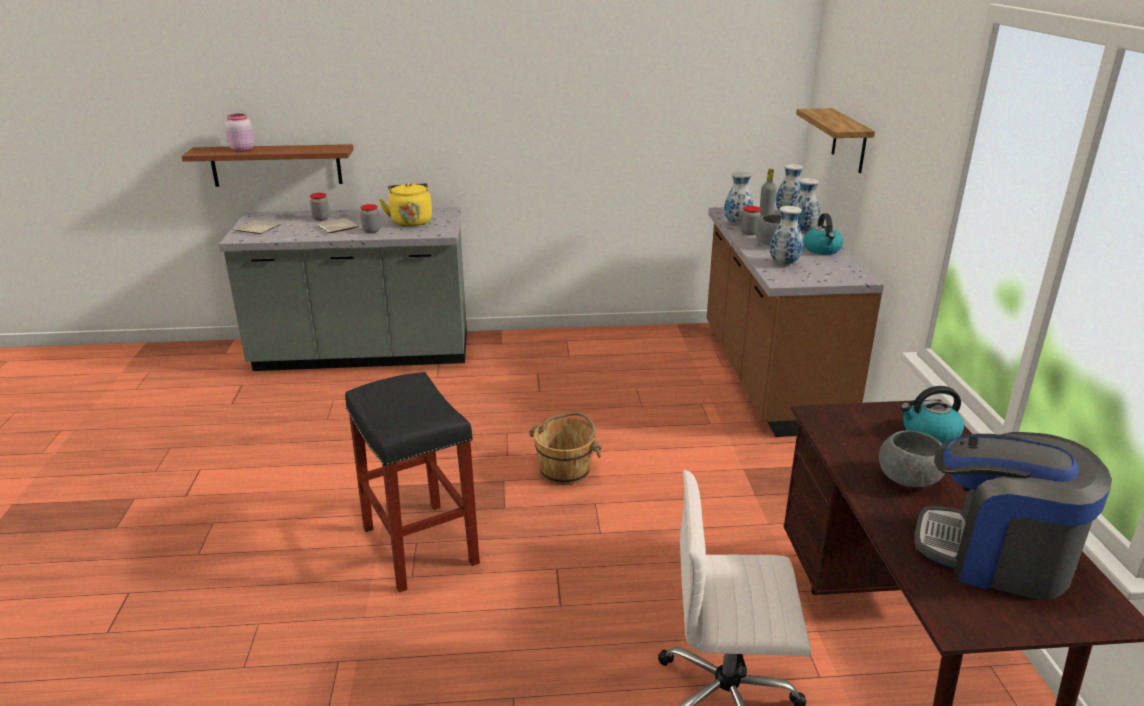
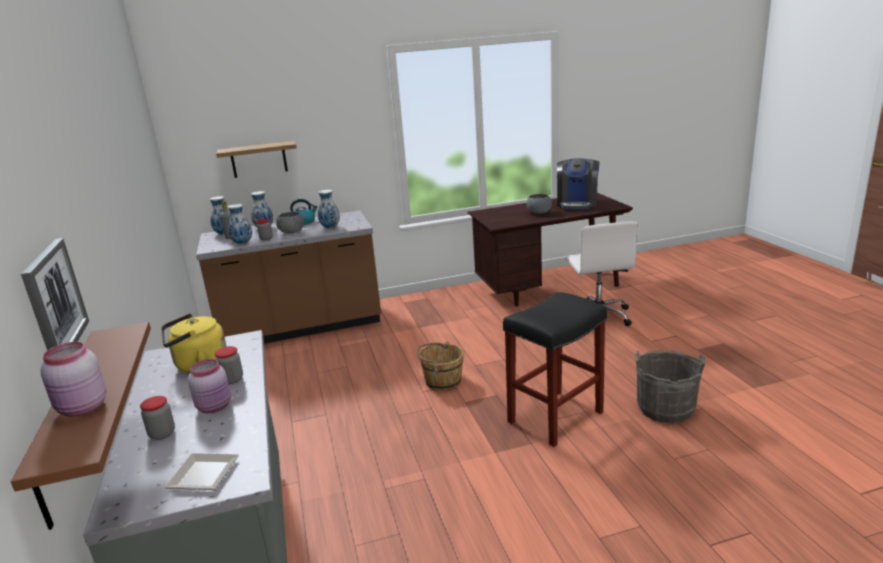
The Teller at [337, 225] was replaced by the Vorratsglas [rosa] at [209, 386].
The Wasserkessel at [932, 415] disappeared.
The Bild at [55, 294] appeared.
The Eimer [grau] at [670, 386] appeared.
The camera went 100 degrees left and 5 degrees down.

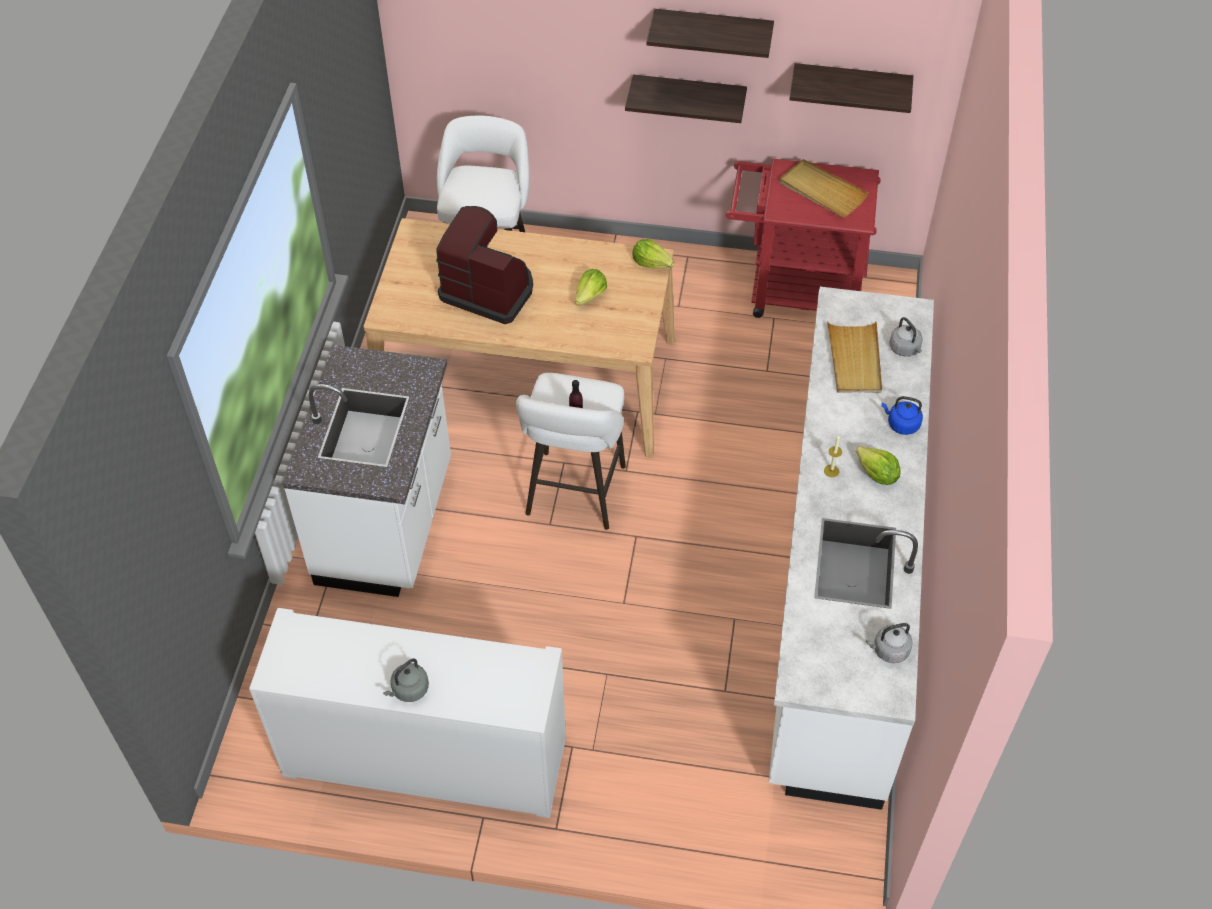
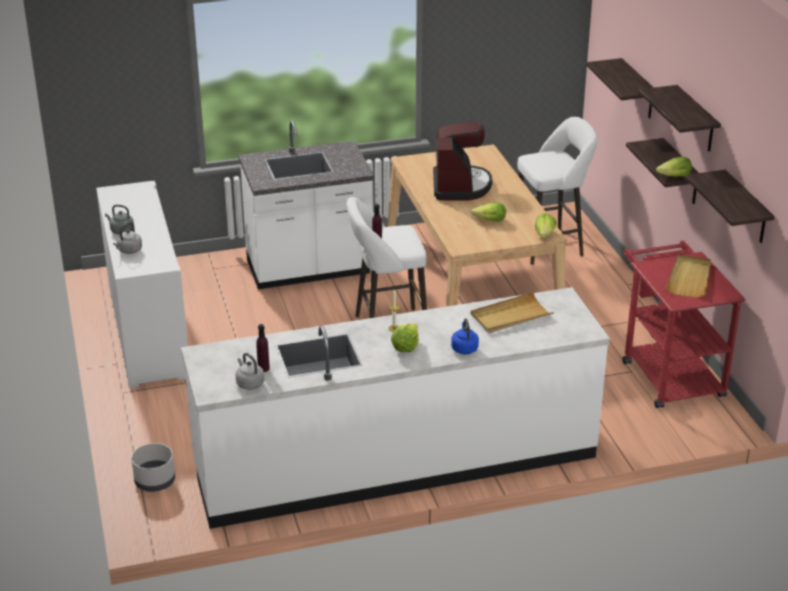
The Wasserkessel [grau] moved from [906, 337] to [127, 238].
The Wandregal at [620, 88] appeared.
The Salatkopf at [674, 167] appeared.
The Flasche [lila] at [263, 348] appeared.
The Pflanzkübel [grau] at [153, 467] appeared.
The camera went 65 degrees right and 20 degrees down.

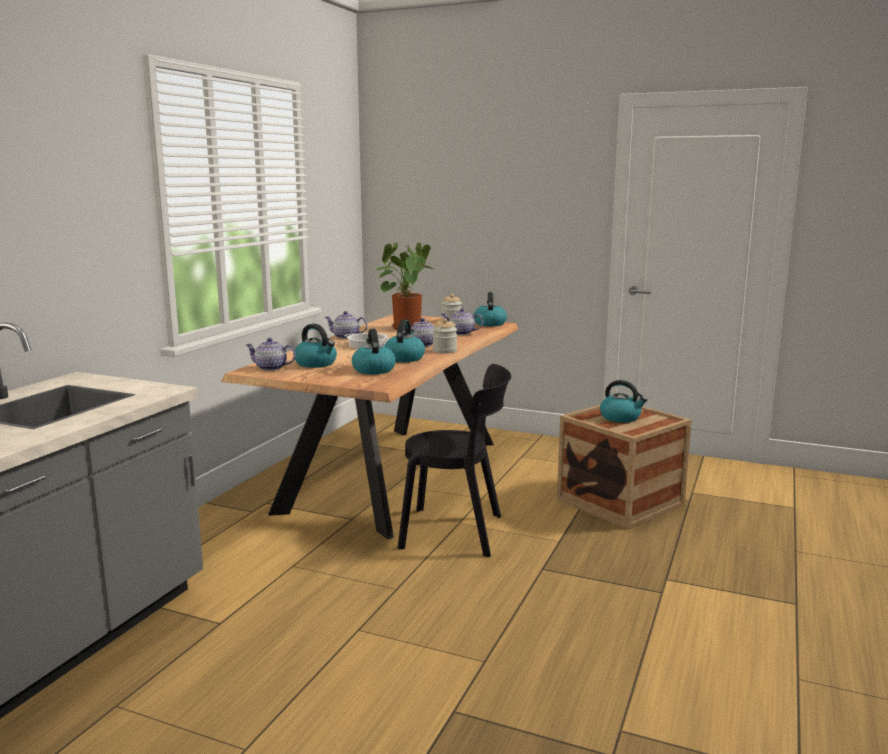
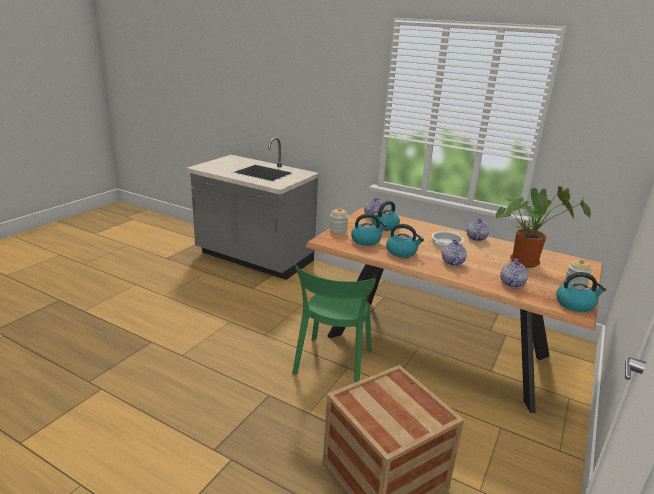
The Vorratsglas moved from [445, 335] to [338, 221].
The Stuhl [schwarz] at [454, 460] became the Stuhl [grün] at [334, 323].
The Wasserkessel at [624, 401] disappeared.
The camera went 95 degrees right and 10 degrees up.

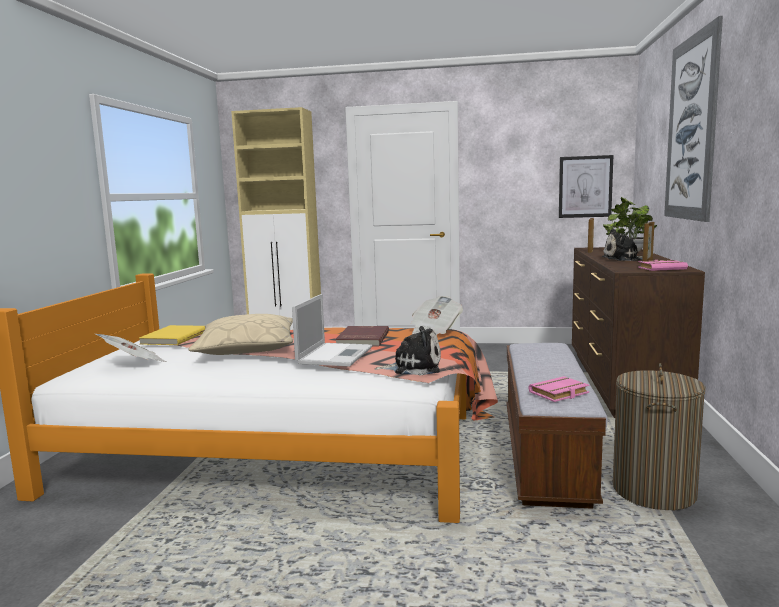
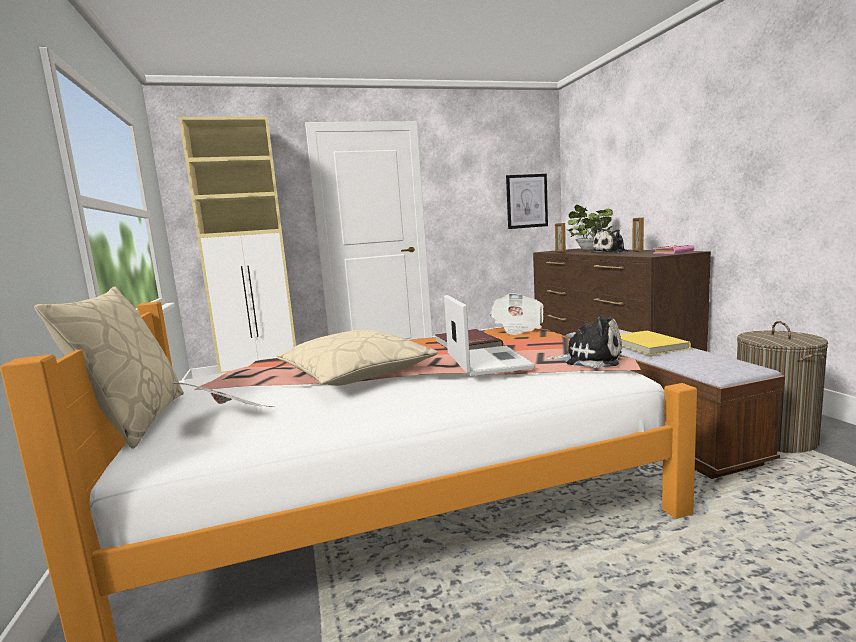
The Bild at [693, 119] disappeared.
The Buch [gelb] moved from [172, 335] to [655, 343].
The Plüschtier at [408, 351] turned 45 degrees clockwise.
The Buch [rosa] at [559, 389] disappeared.
The Kissen [beige] at [109, 368] appeared.
The camera went 25 degrees left and 0 degrees up.

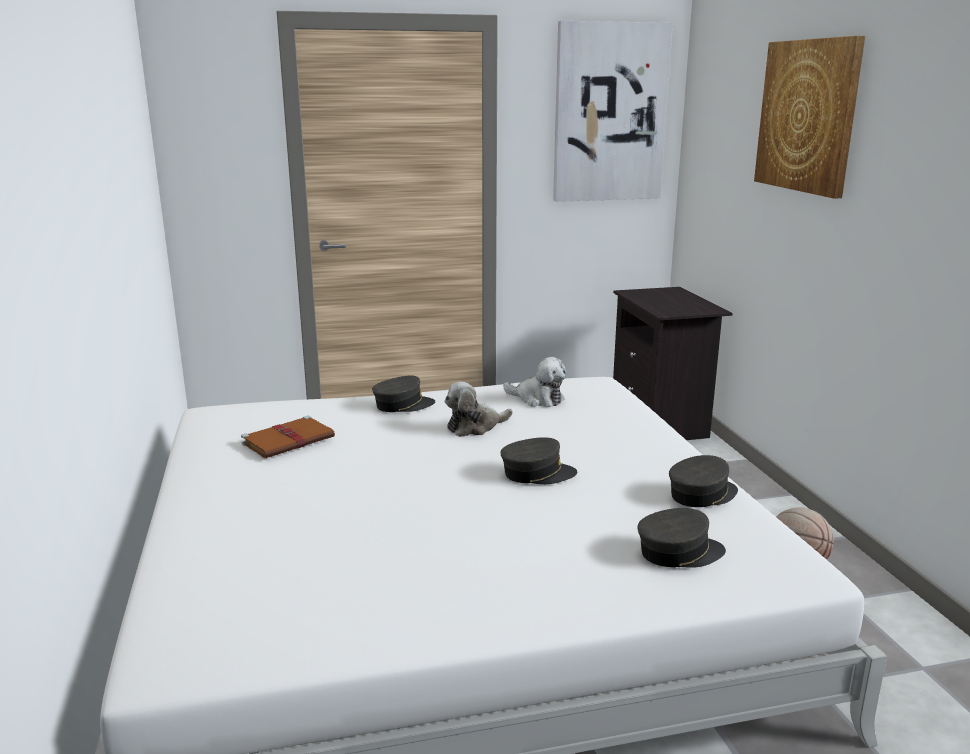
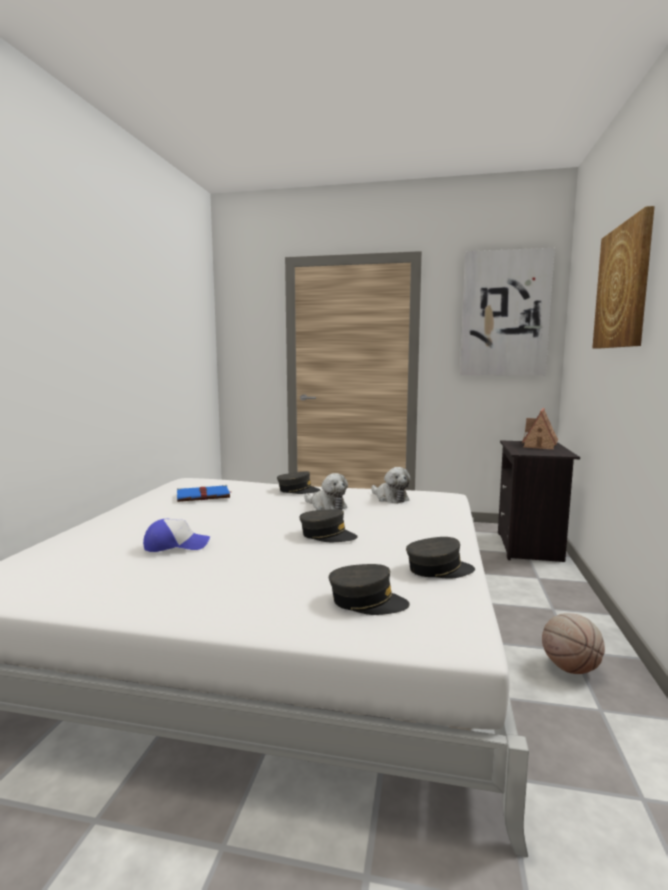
The Plüschtier at [478, 409] turned 135 degrees counterclockwise.
The Buch [braun] at [288, 437] became the Buch [blau] at [204, 493].
The Spielzeughaus at [540, 429] appeared.
The Kappe at [176, 535] appeared.
The camera went 25 degrees right and 10 degrees down.

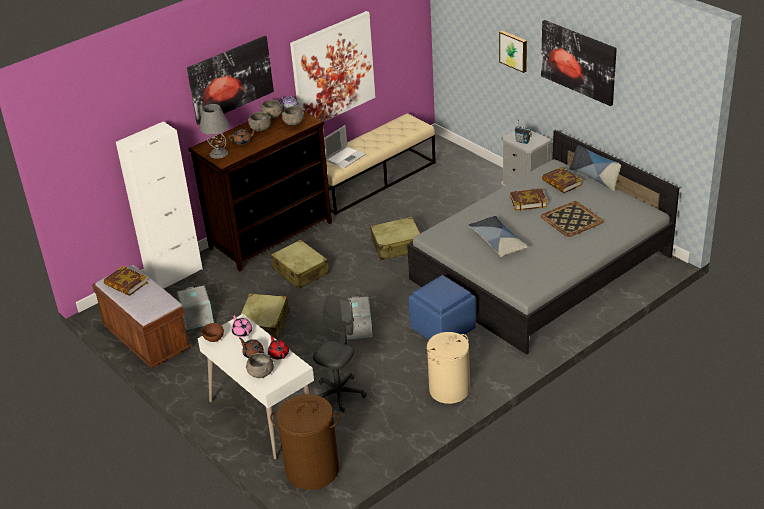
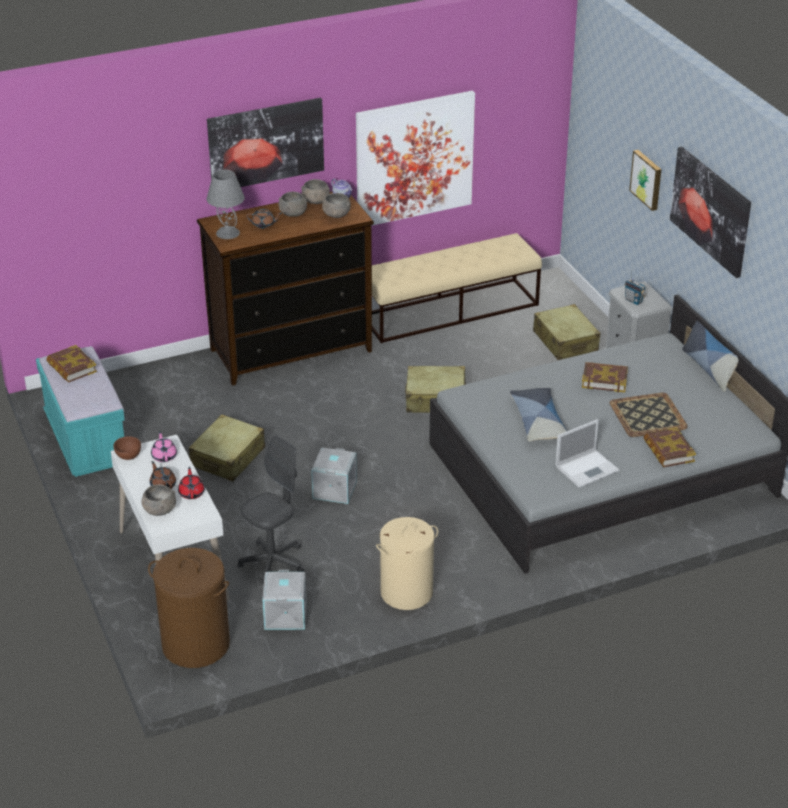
The Schrank [weiß] at [159, 205] disappeared.
The Laptop moved from [345, 147] to [587, 453].
The Buch moved from [562, 180] to [669, 447].
The Koffer [beige] moved from [300, 264] to [566, 332].
The Bank [braun] at [141, 316] became the Bank [türkis] at [80, 411].
The Polsterhocker [blau] at [442, 307] disappeared.
The Aufbewahrungsbox [grau] moved from [195, 307] to [284, 600].
The camera went 15 degrees right and 0 degrees up.

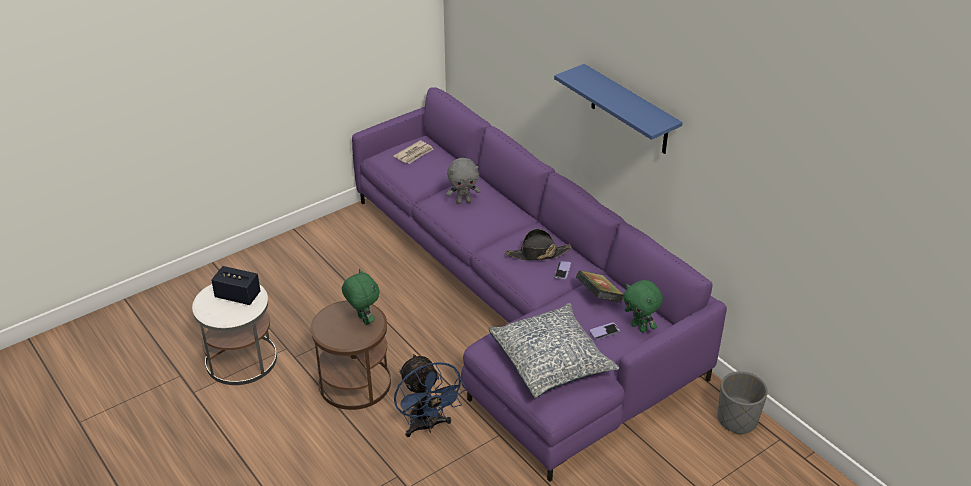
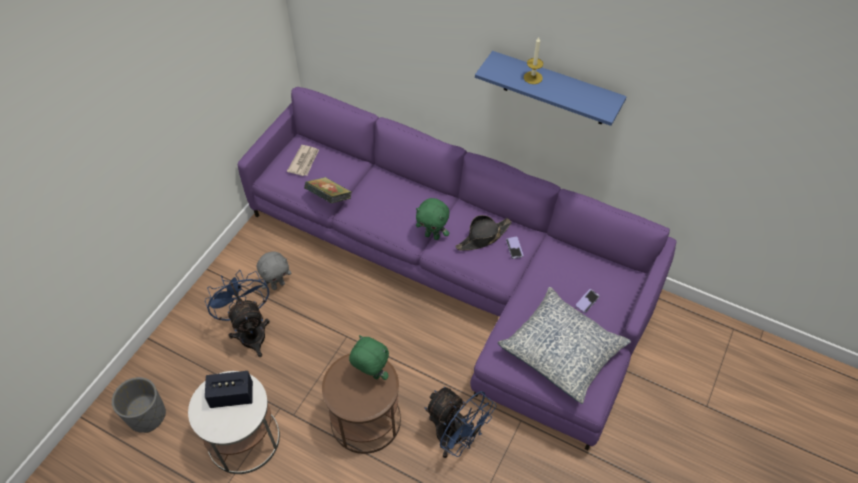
The Plüschtier [grau] moved from [463, 181] to [274, 270].
The Buch moved from [600, 286] to [328, 190].
The Plüschtier [grün] moved from [643, 306] to [432, 219].
The Pflanzkübel [grau] moved from [743, 403] to [139, 405].
The Kerze at [533, 60] appeared.
The Ventilator [blau] at [237, 313] appeared.
The camera went 25 degrees left and 15 degrees up.

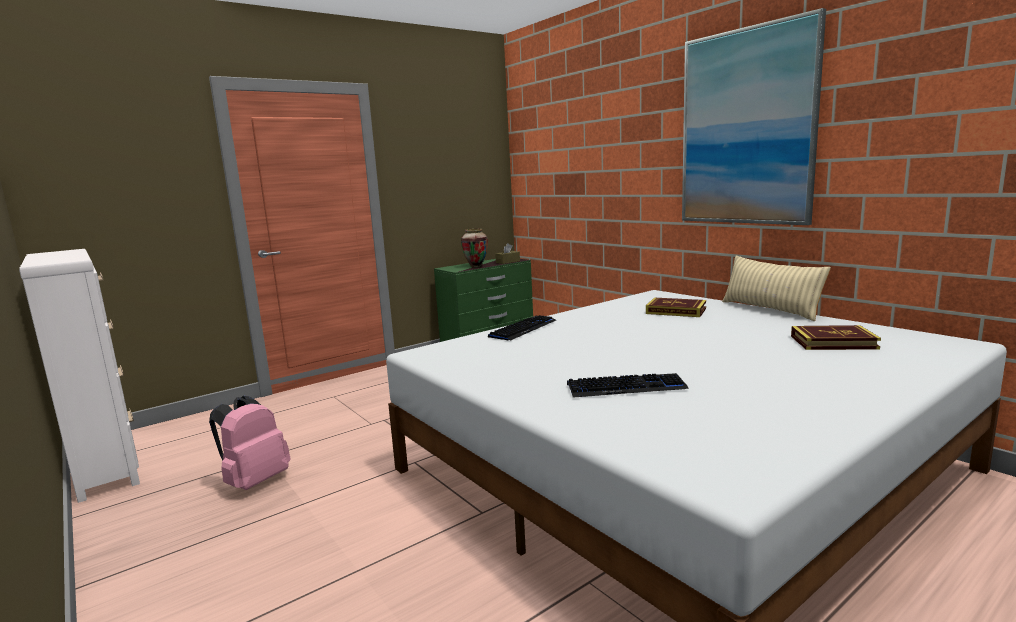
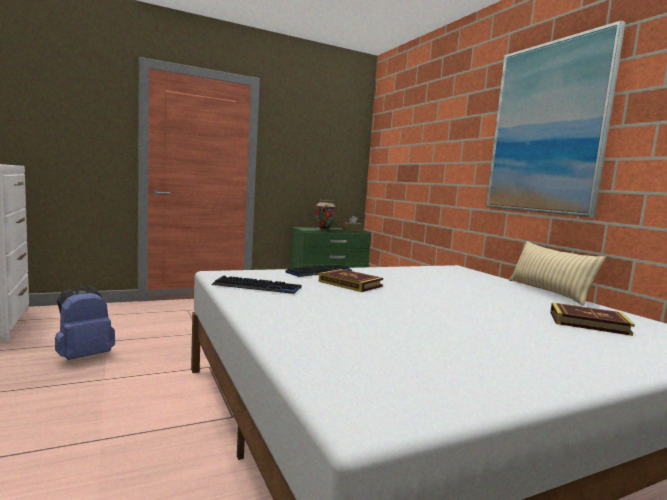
The Buch moved from [676, 307] to [351, 280].
The Tastatur moved from [628, 385] to [256, 285].
The Rucksack [rosa] at [249, 443] became the Rucksack [blau] at [85, 323].
The camera went 10 degrees right and 5 degrees down.

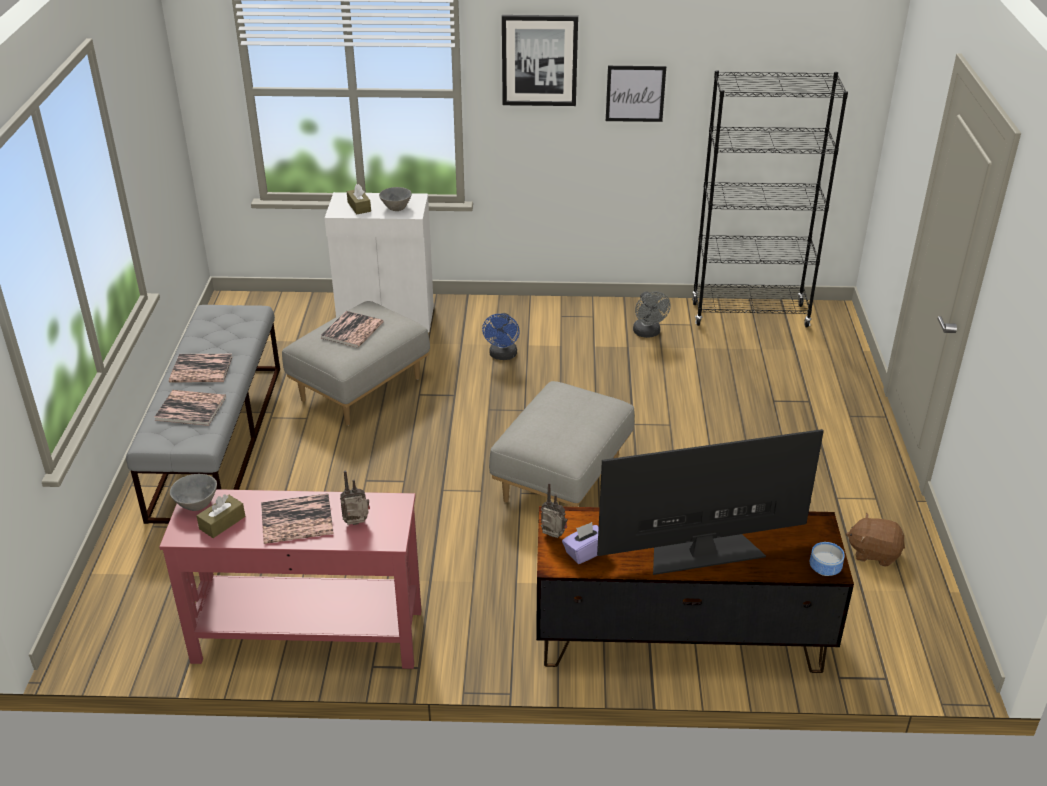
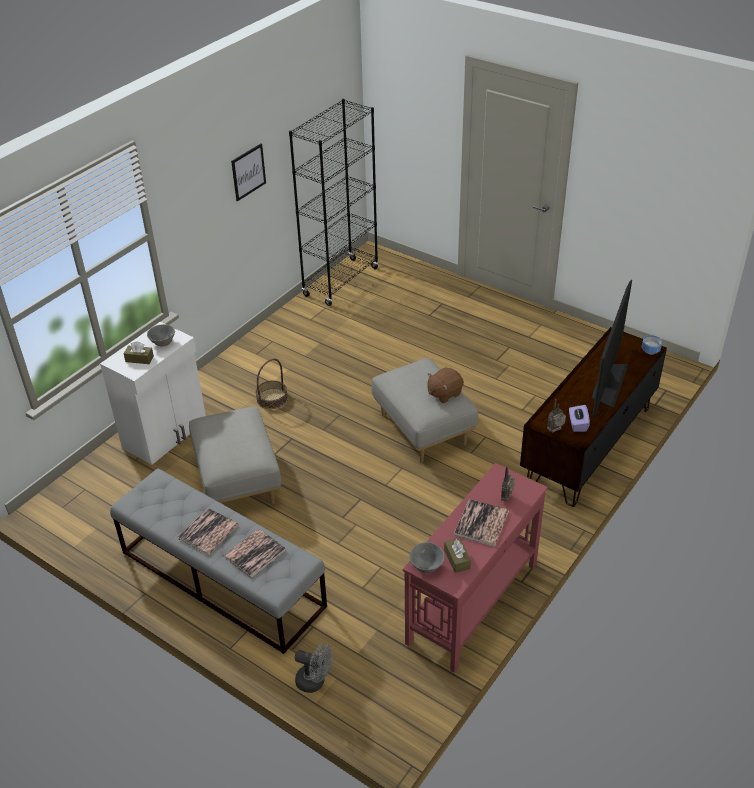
The Bild at [540, 60] disappeared.
The Ventilator [grau] moved from [652, 314] to [313, 668].
The Buch at [352, 329] disappeared.
The Ventilator [blau] at [501, 336] was replaced by the Korb at [272, 383].
The Plüschtier [braun] moved from [875, 540] to [445, 385].
The camera went 55 degrees left and 5 degrees up.

